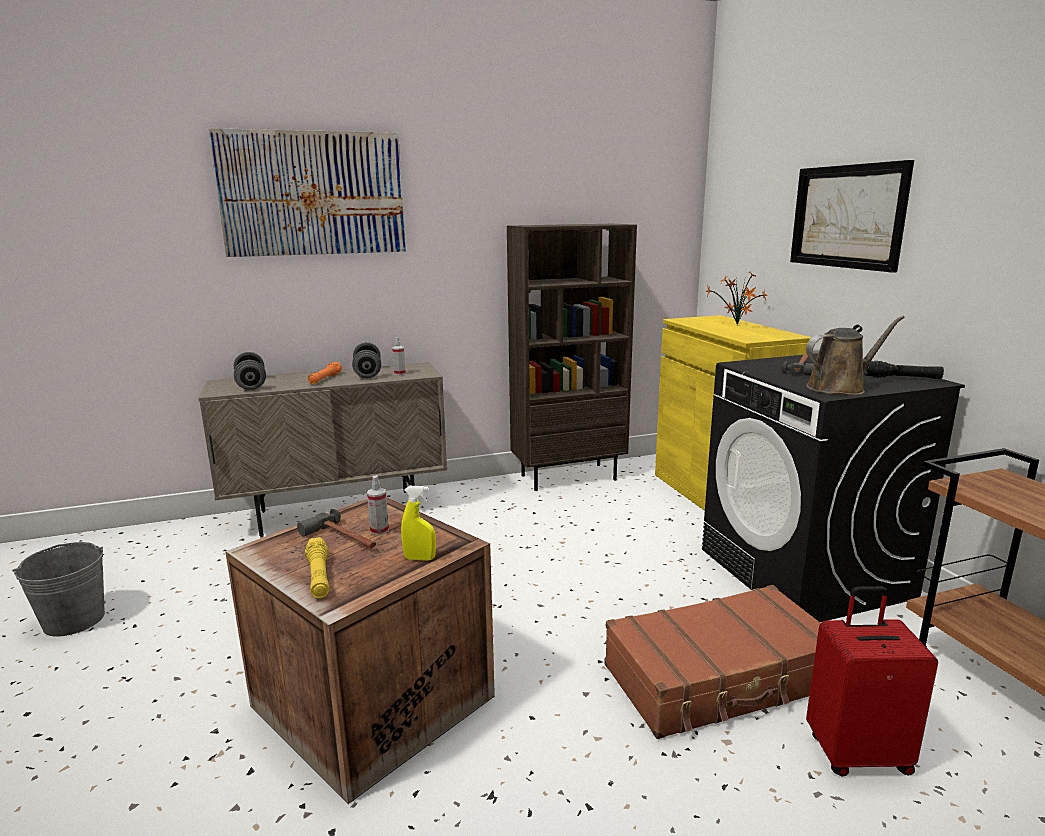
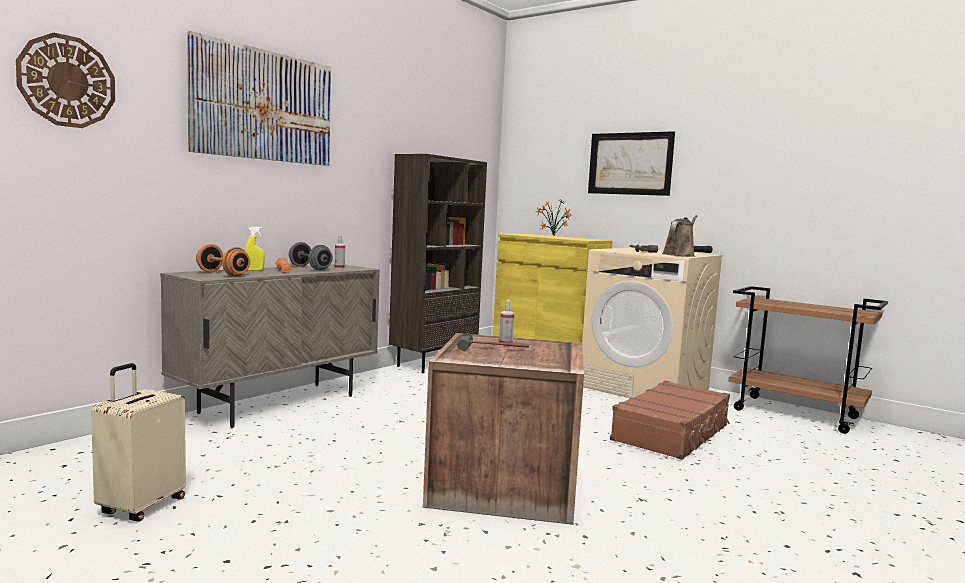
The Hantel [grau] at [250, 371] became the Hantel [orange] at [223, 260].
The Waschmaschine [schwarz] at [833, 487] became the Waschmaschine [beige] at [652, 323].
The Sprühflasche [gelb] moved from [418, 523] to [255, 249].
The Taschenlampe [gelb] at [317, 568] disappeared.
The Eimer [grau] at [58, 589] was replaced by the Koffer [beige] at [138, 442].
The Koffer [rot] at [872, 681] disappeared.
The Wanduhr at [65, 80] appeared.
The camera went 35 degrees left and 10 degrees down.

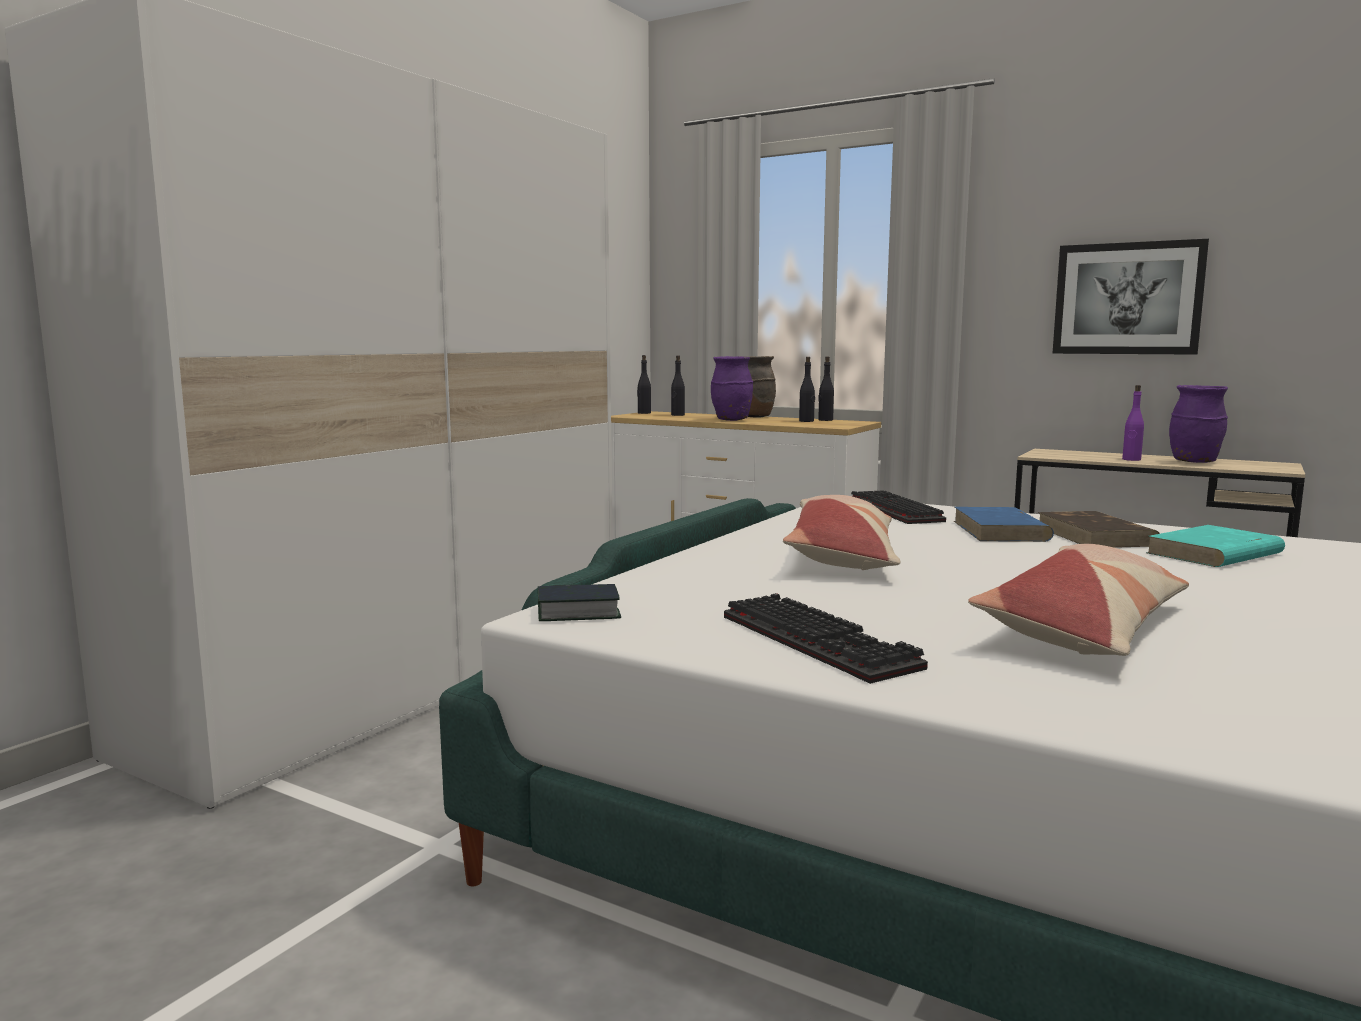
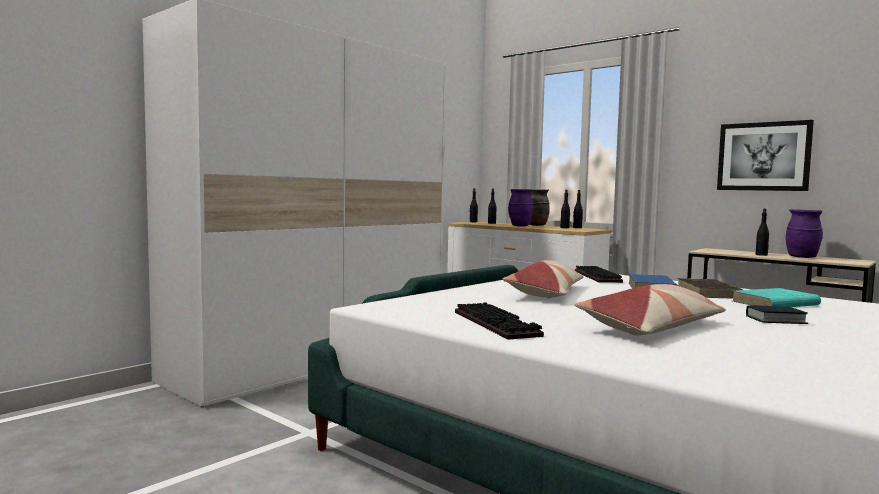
The Flasche [lila] at [1133, 423] became the Flasche [schwarz] at [762, 232].
The Buch moved from [579, 602] to [777, 314].
The camera went 10 degrees right and 5 degrees down.

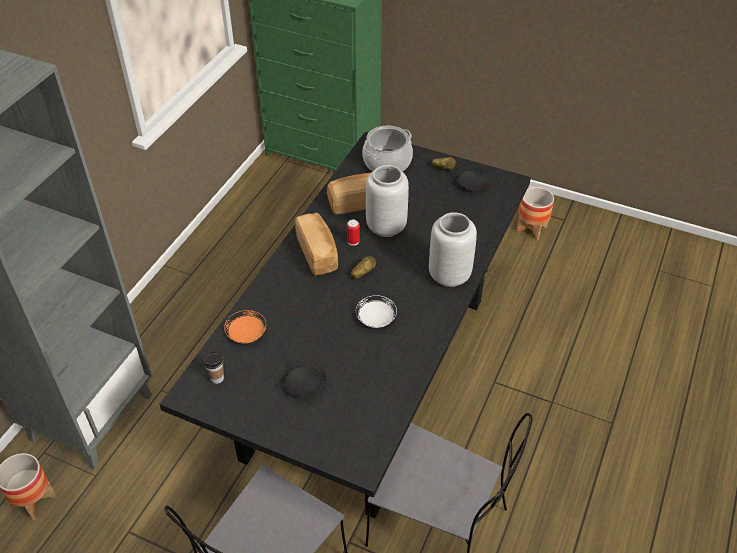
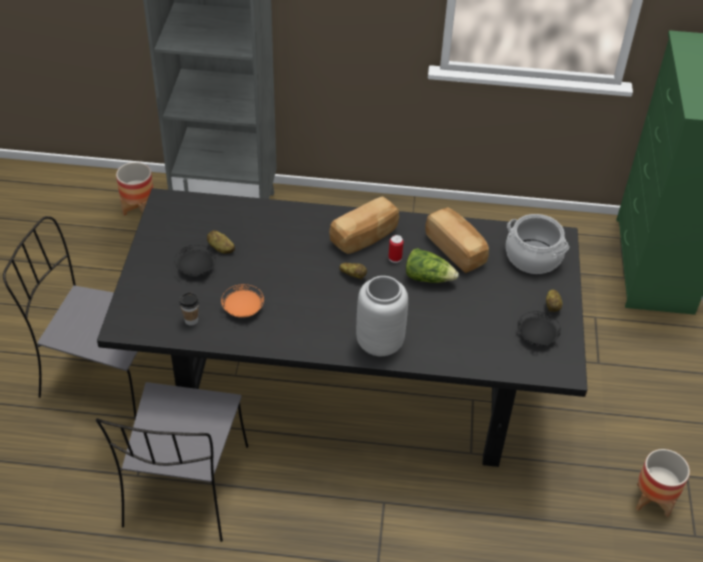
The Vase [grau] at [387, 201] was replaced by the Salatkopf at [432, 265].
The Teller [weiß] at [376, 311] disappeared.
The Teller [orange] moved from [245, 326] to [242, 300].
The Tasse moved from [214, 367] to [189, 309].
The Kartoffel at [221, 242] appeared.
The camera went 70 degrees right and 0 degrees up.

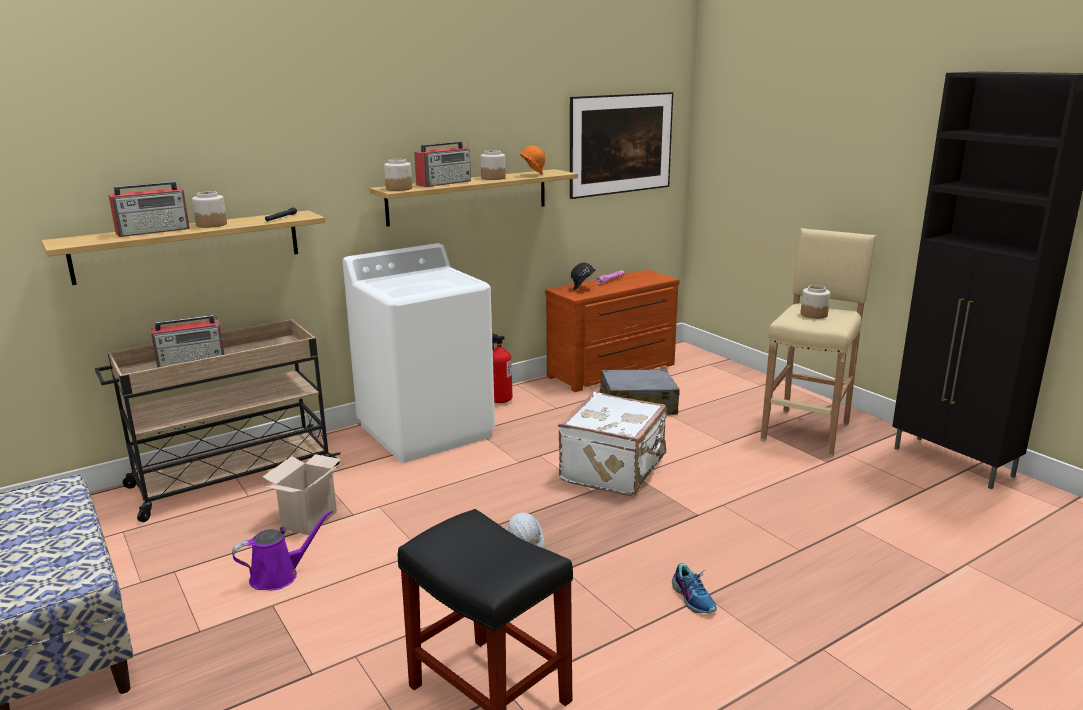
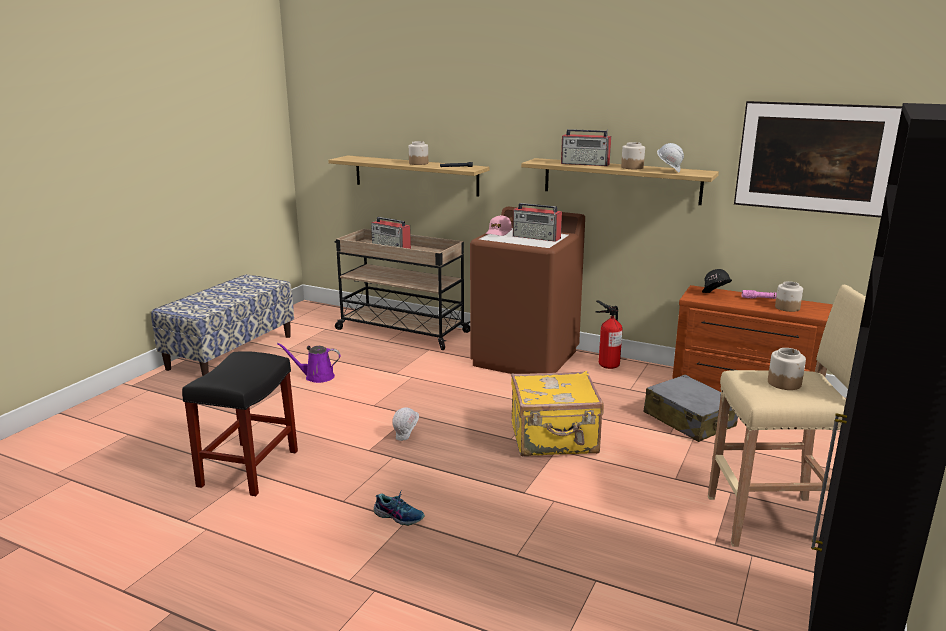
The Schutzhelm [orange] at [532, 160] became the Schutzhelm [weiß] at [670, 158].
The Vorratsglas moved from [398, 175] to [789, 296].
The Radio moved from [149, 208] to [537, 222].
The Waschmaschine [weiß] at [419, 353] became the Waschmaschine [braun] at [527, 290].
The Koffer [weiß] at [612, 444] became the Koffer [gelb] at [557, 413].
The Karton at [301, 494] disappeared.
The Gießkanne [lila] at [282, 550] turned 150 degrees clockwise.
The Schuh at [694, 588] turned 105 degrees counterclockwise.
The Kappe [rosa] at [499, 225] appeared.
The camera went 60 degrees right and 0 degrees up.

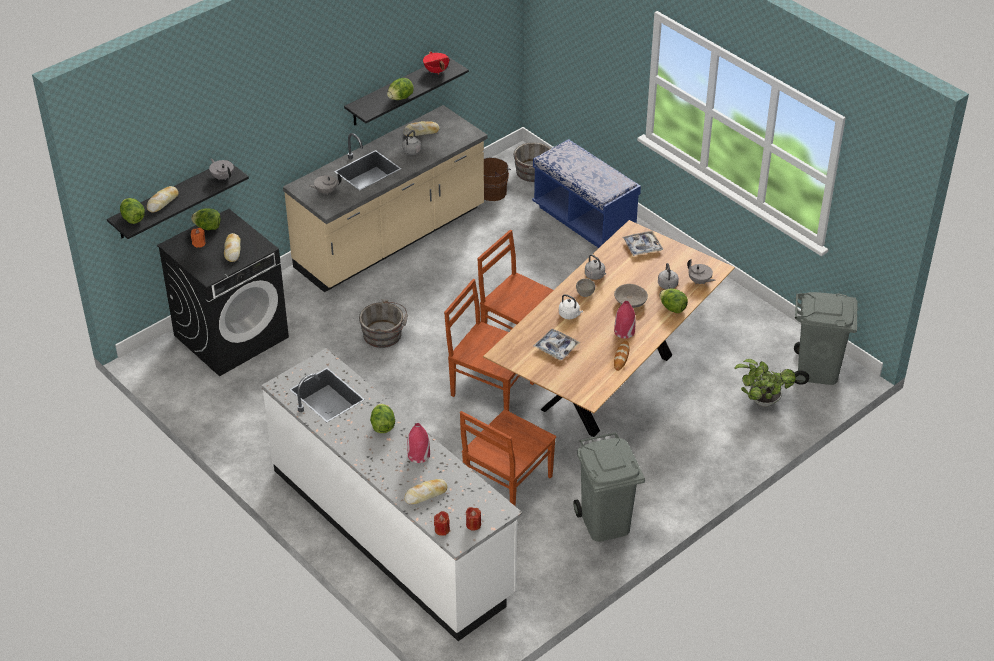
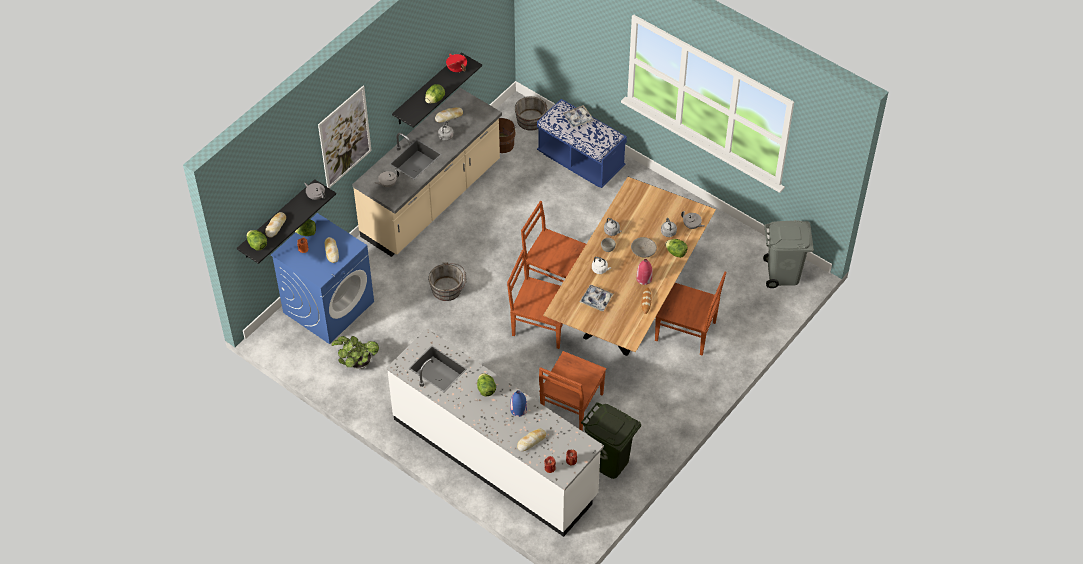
The Waschmaschine [schwarz] at [223, 292] became the Waschmaschine [blau] at [322, 278].
The Tablett moved from [643, 243] to [578, 116].
The Topfpflanze moved from [765, 383] to [355, 352].
The Vase [rot] at [418, 443] became the Vase [blau] at [518, 403].
The Mülleimer [grau] at [609, 487] disappeared.
The Bild at [345, 137] appeared.
The Stuhl [braun] at [691, 313] appeared.
The Mülleimer [grün] at [611, 440] appeared.
The camera went 10 degrees left and 10 degrees up.

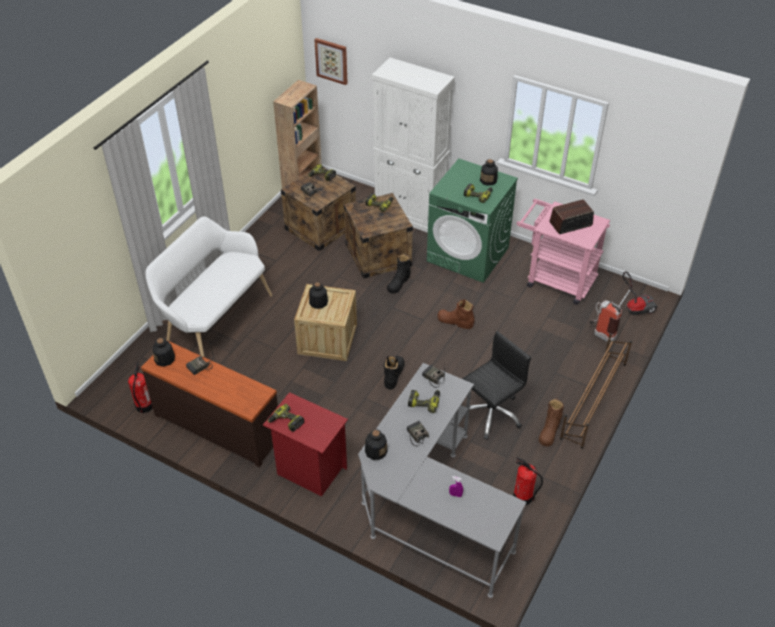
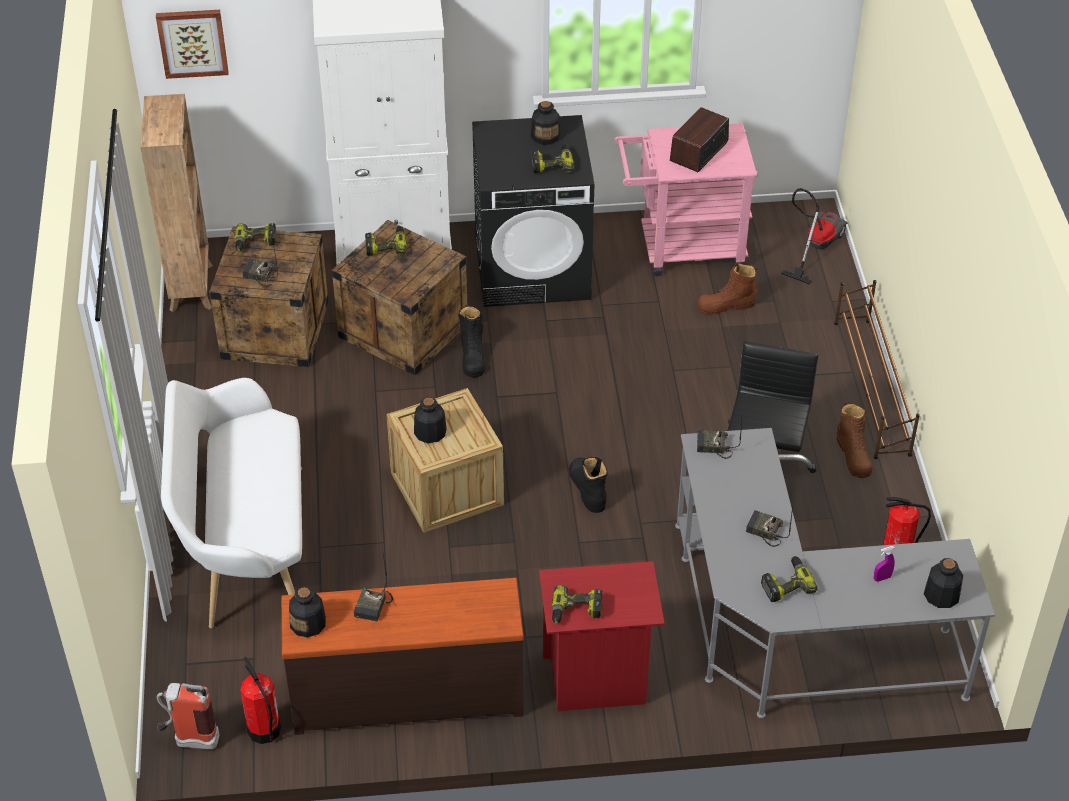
The Waschmaschine [grün] at [472, 221] became the Waschmaschine [schwarz] at [533, 211].
The Stiefel [braun] moved from [456, 314] to [728, 289].
The Feuerlöscher moved from [605, 321] to [188, 716].
The Bohrmaschine moved from [424, 401] to [789, 579].
The Flasche moved from [376, 444] to [943, 583].
The camera went 35 degrees left and 0 degrees up.

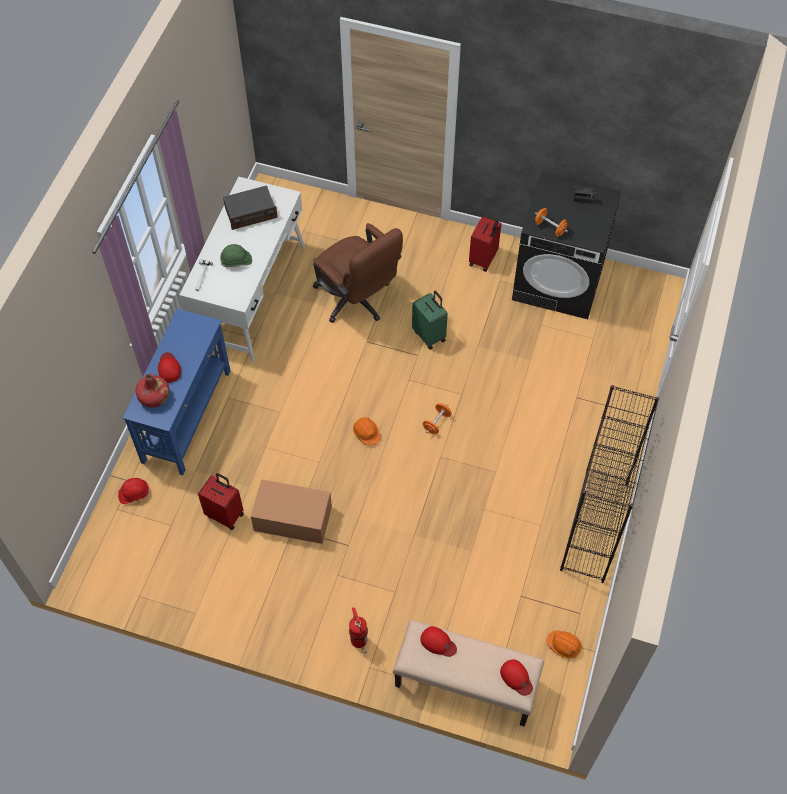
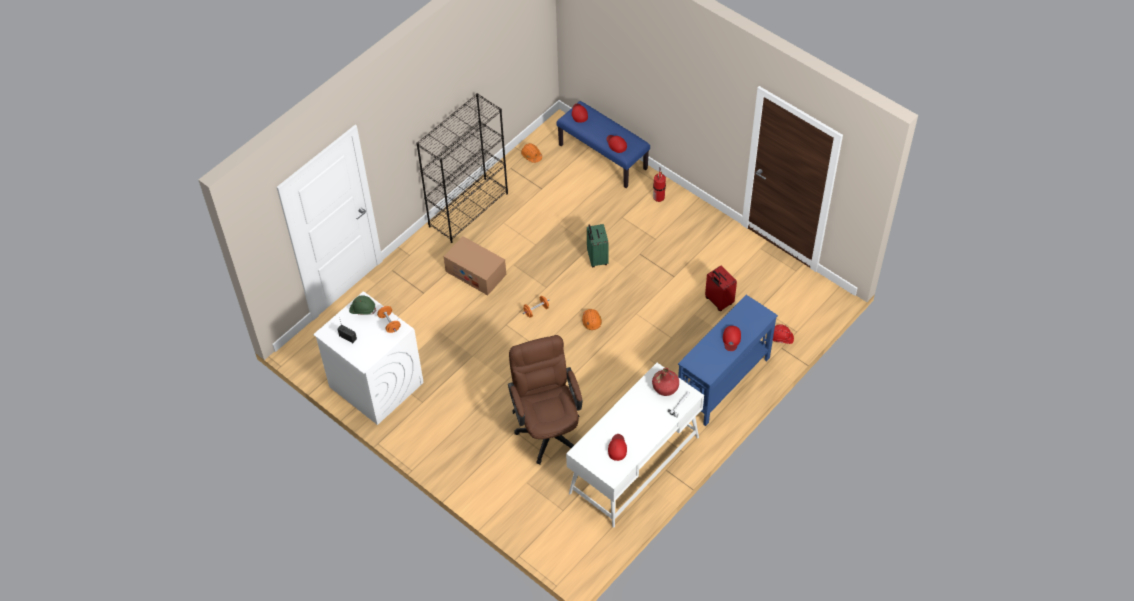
The Waschmaschine [schwarz] at [566, 245] became the Waschmaschine [weiß] at [368, 358].
The Radio at [250, 207] was replaced by the Kappe [rot] at [617, 447].
The Koffer [rot] at [485, 244] disappeared.
The Schutzhelm [grün] moved from [236, 255] to [362, 305].
The Koffer [grün] moved from [430, 320] to [598, 245].
The Flasche [rot] moved from [152, 390] to [665, 382].
The Karton moved from [291, 511] to [475, 265].
The Bank [beige] at [468, 673] became the Bank [blau] at [603, 144].
The camera went 155 degrees left and 5 degrees down.

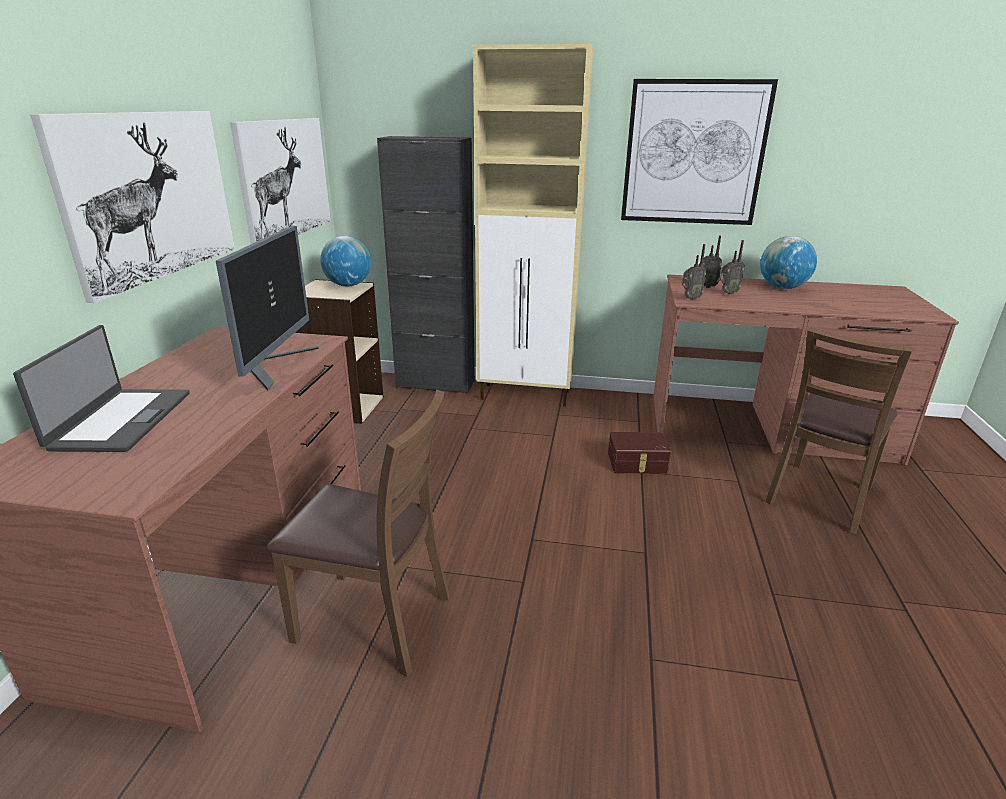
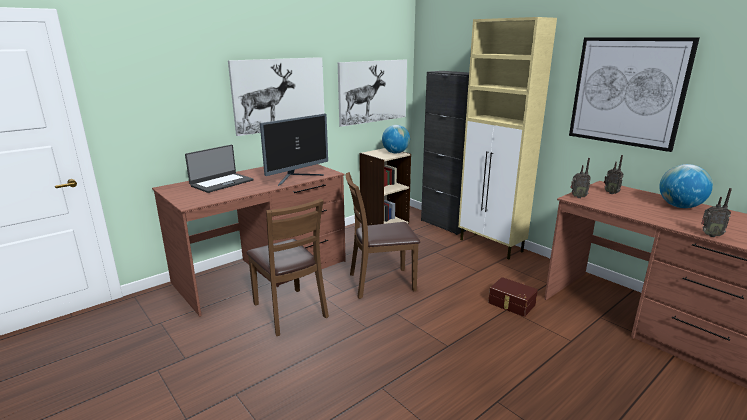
The Radio moved from [732, 267] to [716, 212].
The Stuhl [braun] moved from [838, 431] to [383, 235].
The camera went 40 degrees right and 5 degrees down.

